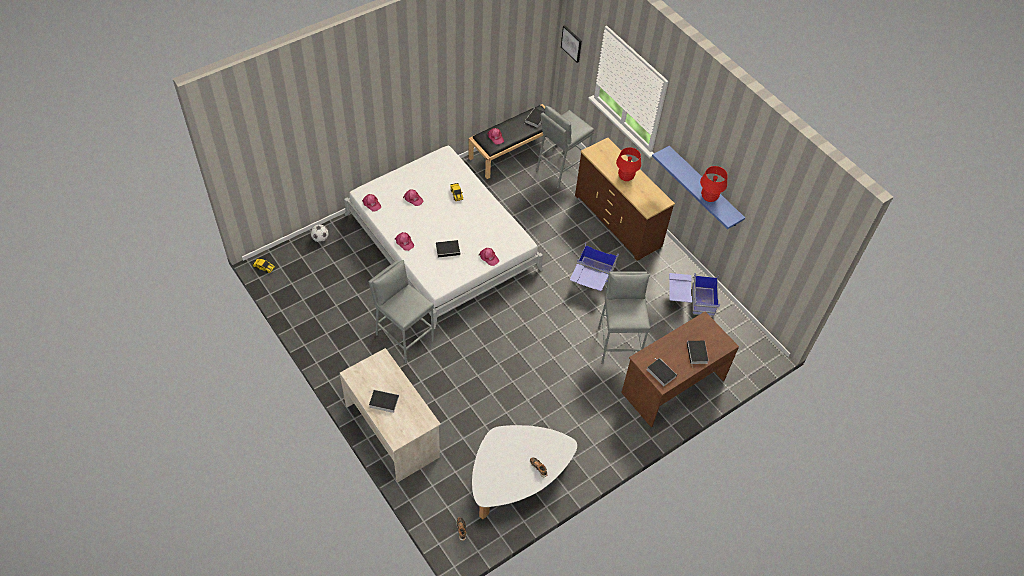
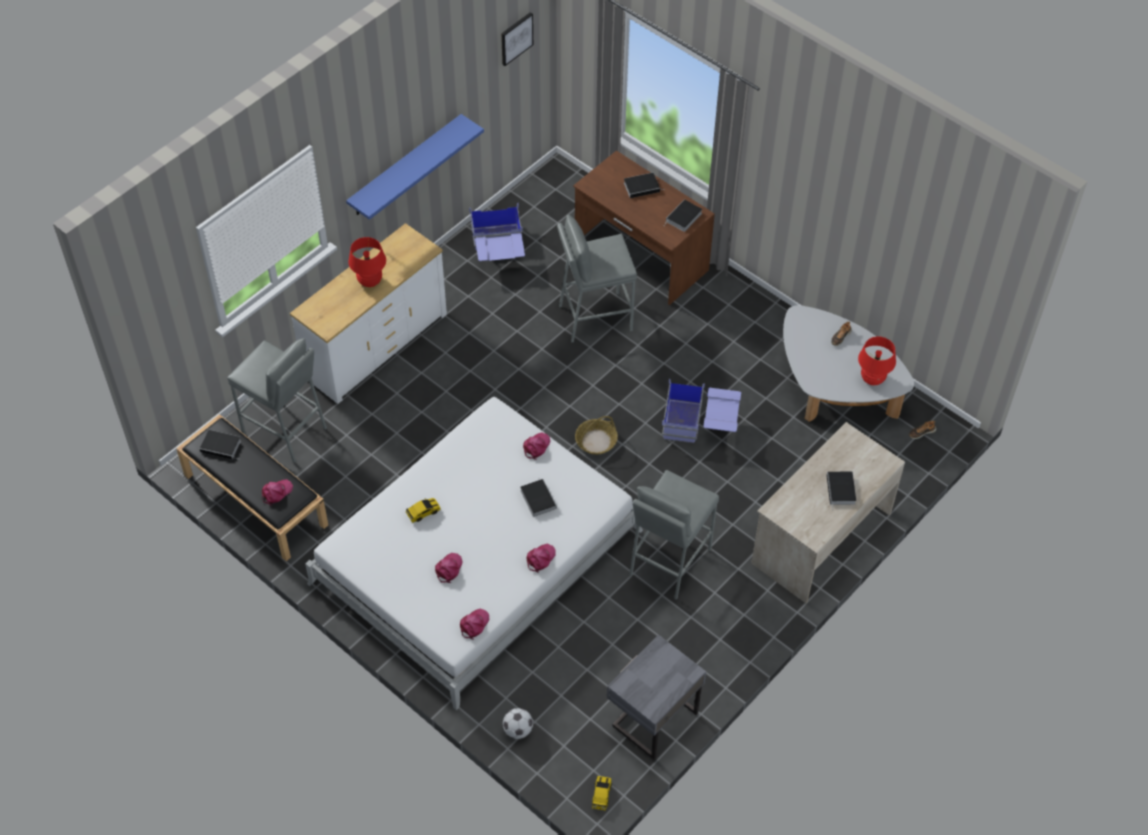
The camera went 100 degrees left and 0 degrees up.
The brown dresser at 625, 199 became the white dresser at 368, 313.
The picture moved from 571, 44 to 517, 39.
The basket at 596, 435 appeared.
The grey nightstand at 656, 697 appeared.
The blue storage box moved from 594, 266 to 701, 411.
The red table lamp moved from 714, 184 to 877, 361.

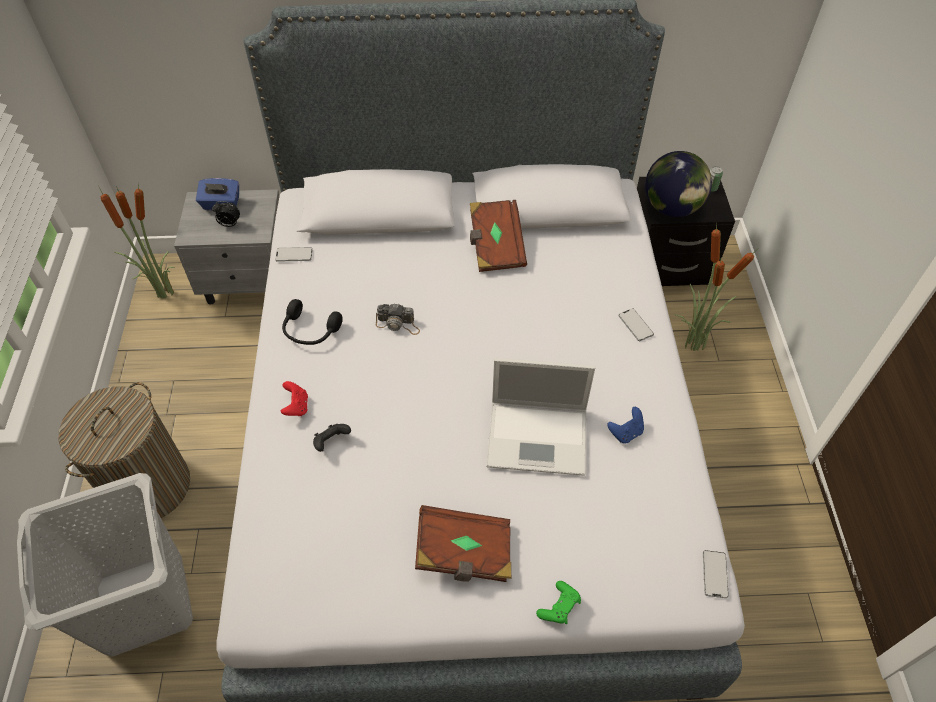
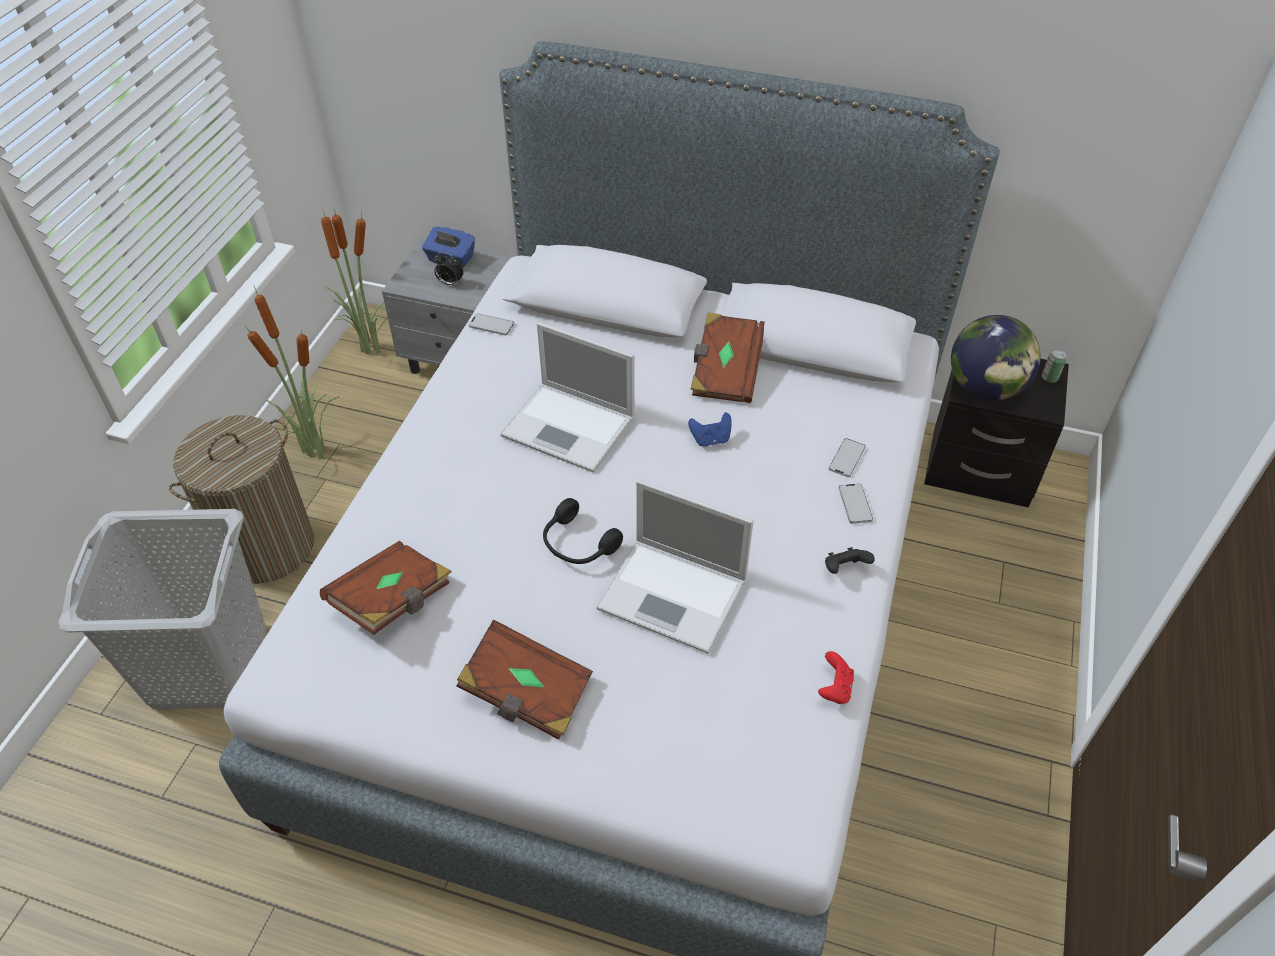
The camera went 20 degrees right and 5 degrees down.
The potted plant moved from 715, 286 to 291, 371.
The brown book at 386, 588 appeared.
The photo camera at 398, 319 was replaced by the laptop at 567, 397.
The black headphones moved from 312, 322 to 583, 531.
The blue game controller moved from 625, 425 to 710, 429.
The red game controller moved from 294, 398 to 836, 677.
The black game controller moved from 332, 438 to 850, 560.
The phone moved from 716, 574 to 847, 457.
The green game controller at 558, 602 disappeared.

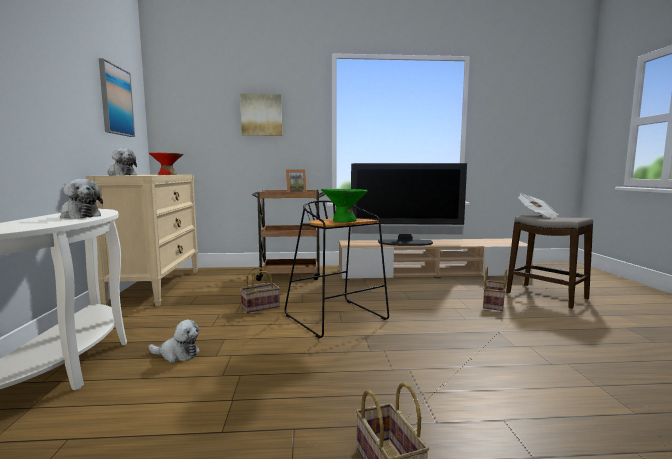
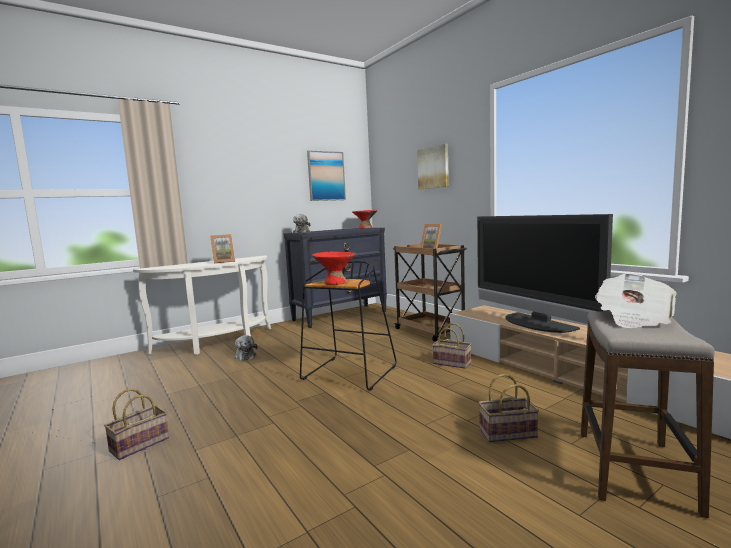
The camera went 60 degrees right and 0 degrees up.
The plush toy at 81, 199 was replaced by the picture frame at 222, 248.
The beige dresser at 142, 240 became the black dresser at 335, 278.
The green bowl at 344, 205 became the red bowl at 334, 268.
The basket moved from 260, 290 to 452, 346.

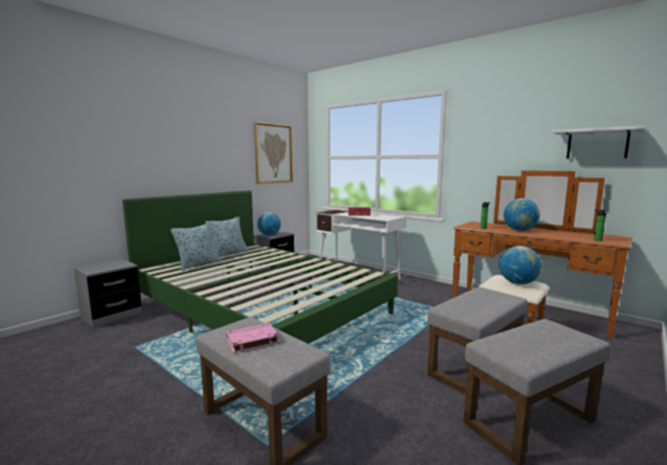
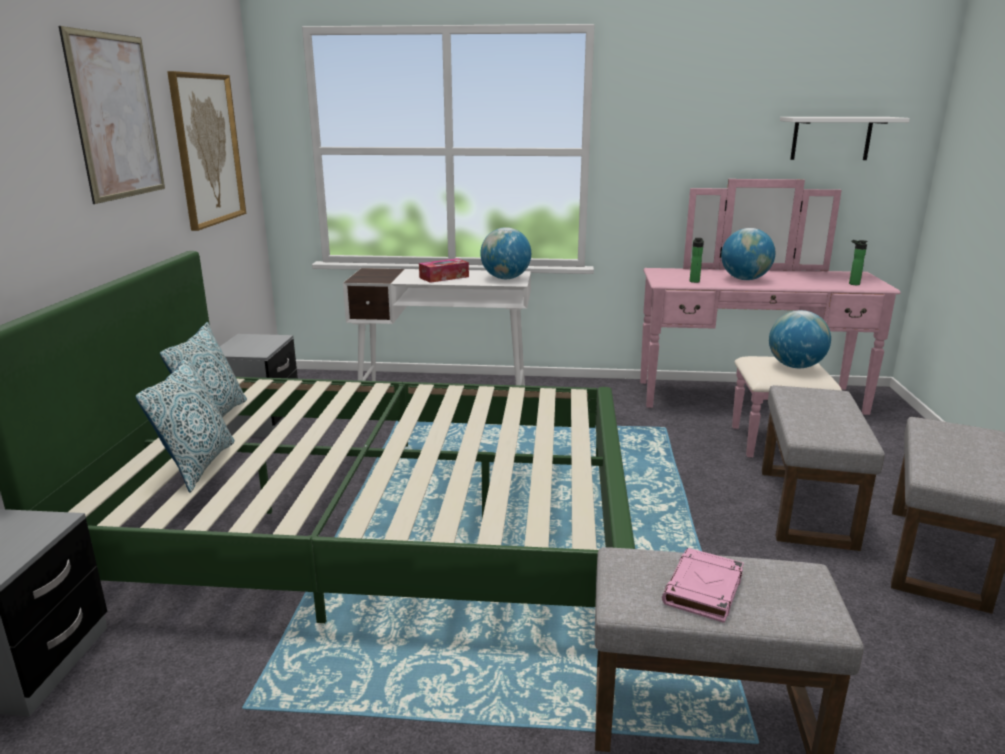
The camera went 35 degrees left and 10 degrees up.
The picture at 112, 115 appeared.
The globe moved from 269, 224 to 505, 253.
The brown dresser at 542, 254 became the pink dresser at 770, 318.

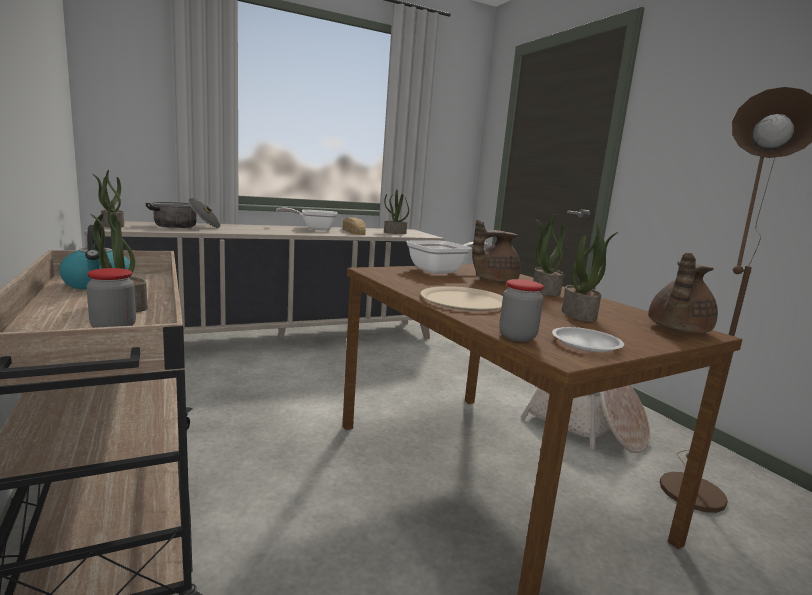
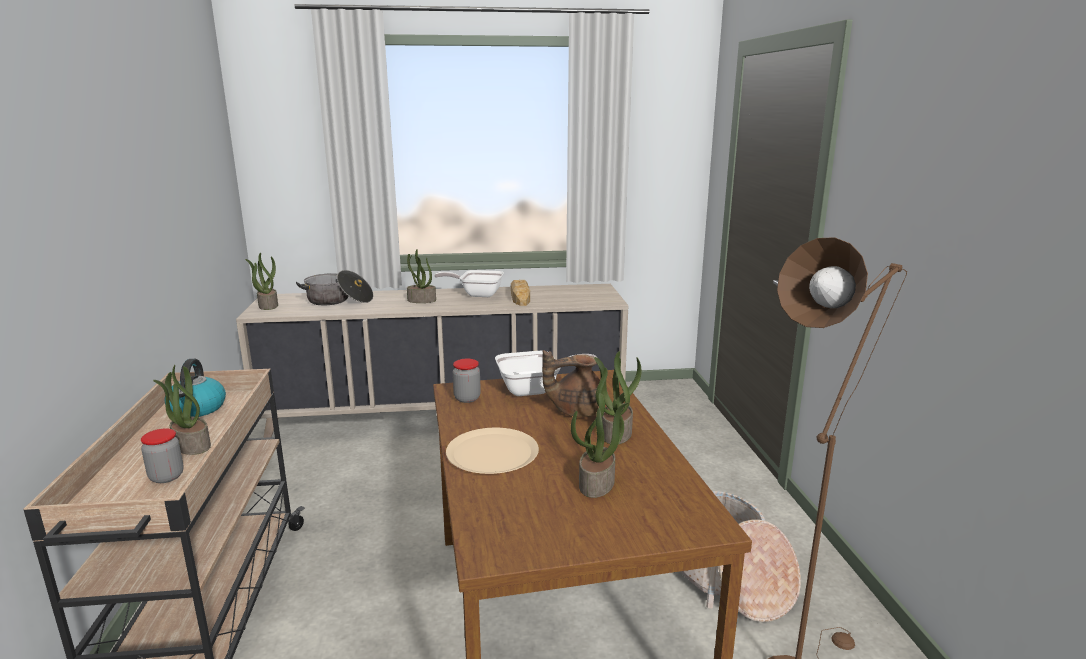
The camera went 20 degrees right and 5 degrees up.
The potted plant moved from 396, 211 to 421, 276.
The jar moved from 521, 310 to 467, 381.
The white plate at 588, 339 disappeared.
The brown teapot at 683, 293 disappeared.

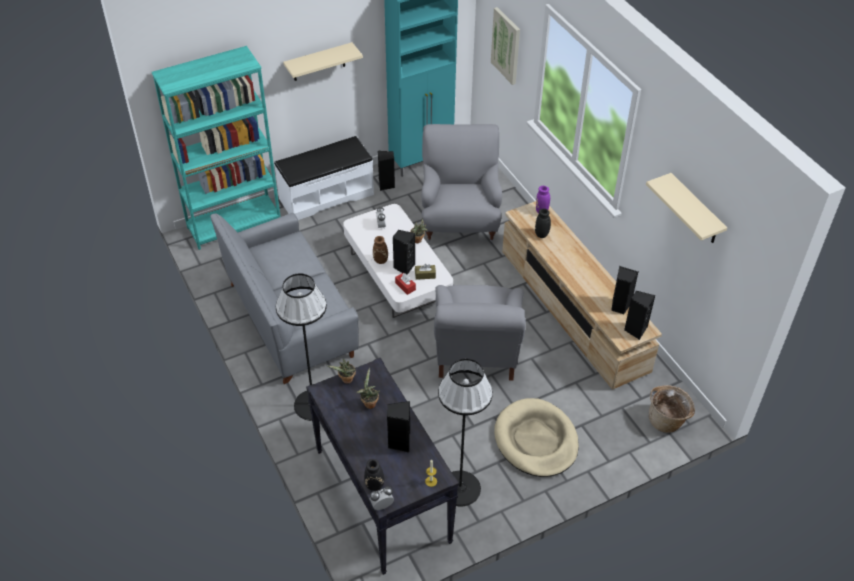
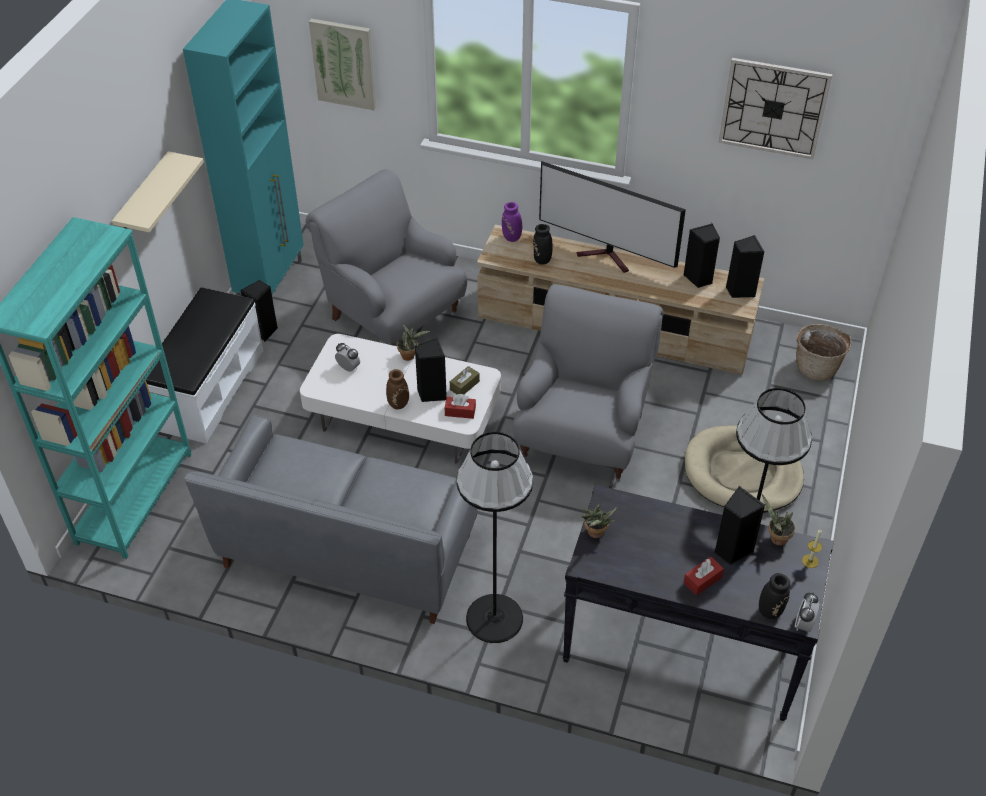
The camera went 45 degrees left and 0 degrees up.
The grey armchair at 480, 333 turned 120 degrees counterclockwise.
The television at 612, 217 appeared.
The red tissue box at 704, 575 appeared.
The beige shelf at 686, 208 was replaced by the wall clock at 775, 108.
The potted plant moved from 368, 388 to 778, 520.

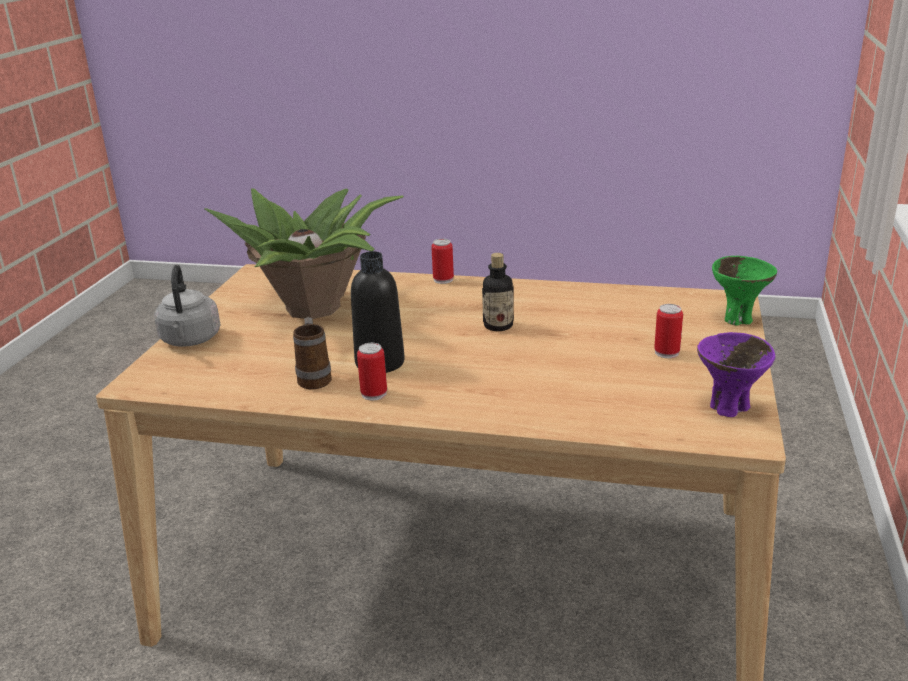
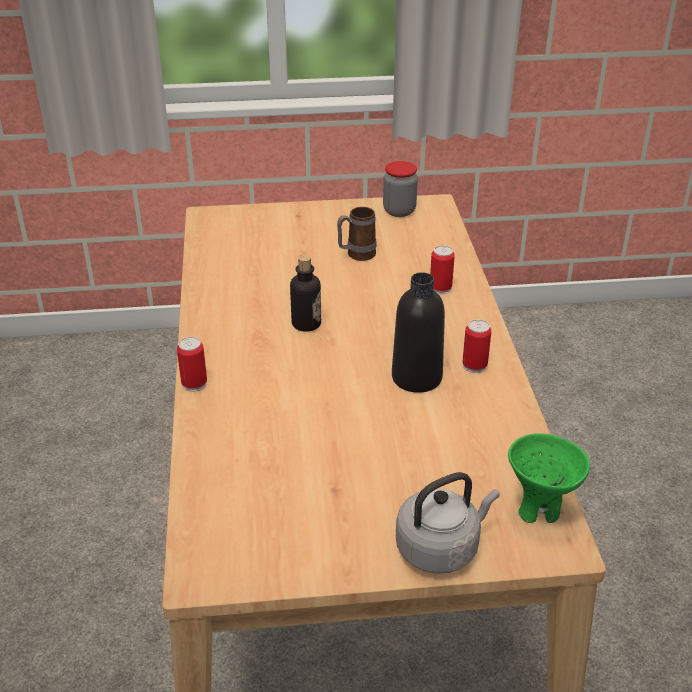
The camera went 110 degrees left and 10 degrees up.
The mug moved from 312, 353 to 356, 234.
The purple bowl at 736, 374 was replaced by the jar at 400, 189.
The can moved from 668, 331 to 442, 270.
The green bowl moved from 744, 291 to 549, 478.
The potted plant at 304, 253 disappeared.

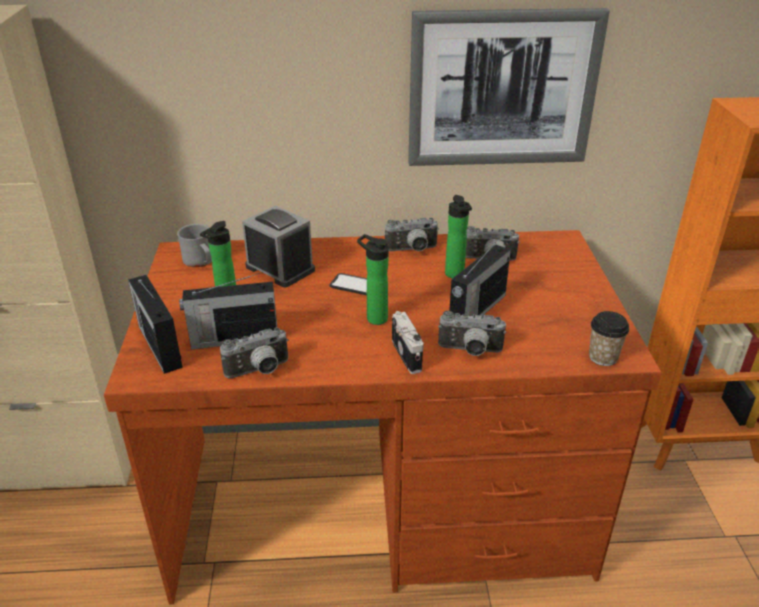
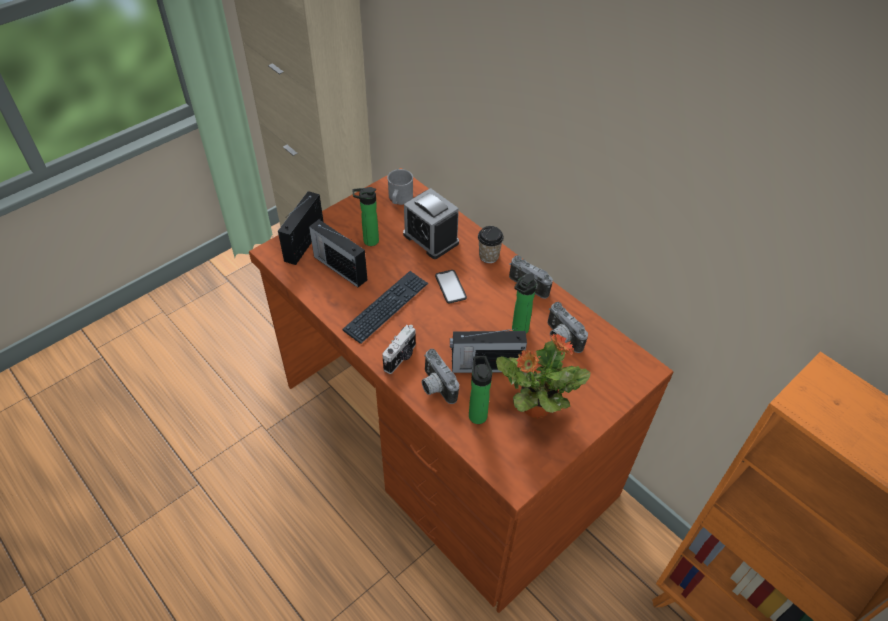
The camera went 50 degrees right and 15 degrees up.
The keyboard at 385, 307 appeared.
The alarm clock at 278, 246 turned 135 degrees clockwise.
The bottle moved from 373, 279 to 480, 390.
The cup moved from 609, 338 to 491, 244.
The potted plant at 543, 376 appeared.
The photo camera at 254, 352 disappeared.
The picture at 509, 87 disappeared.

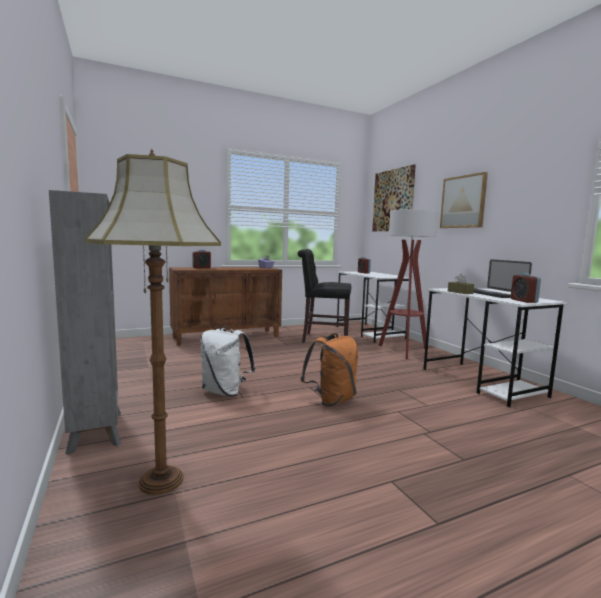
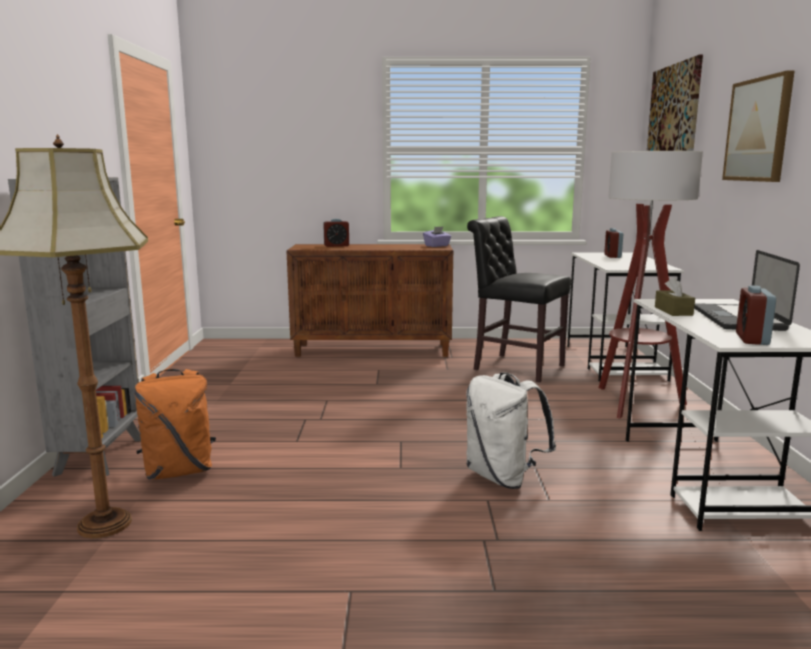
The camera went 25 degrees right and 5 degrees up.
The orange backpack moved from 329, 370 to 175, 424.
The white backpack moved from 228, 362 to 511, 430.

